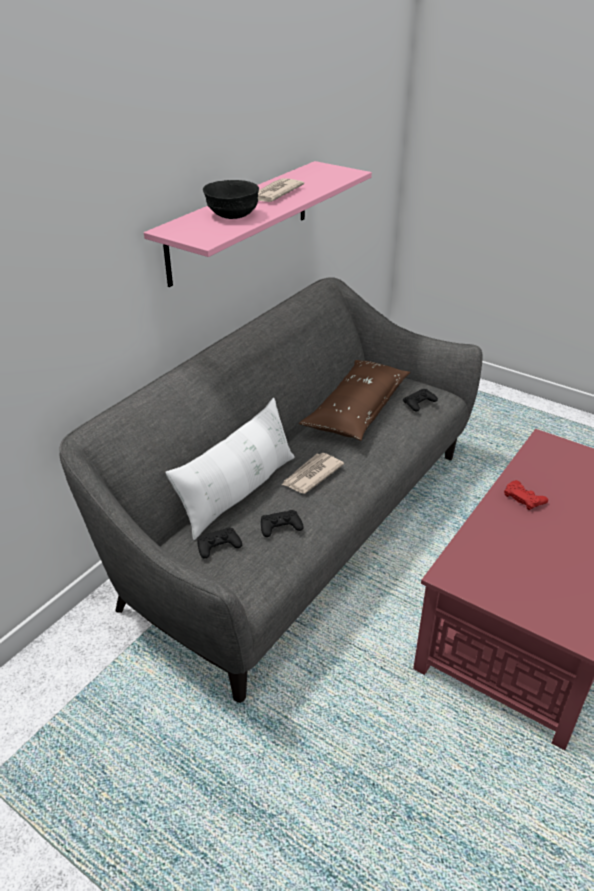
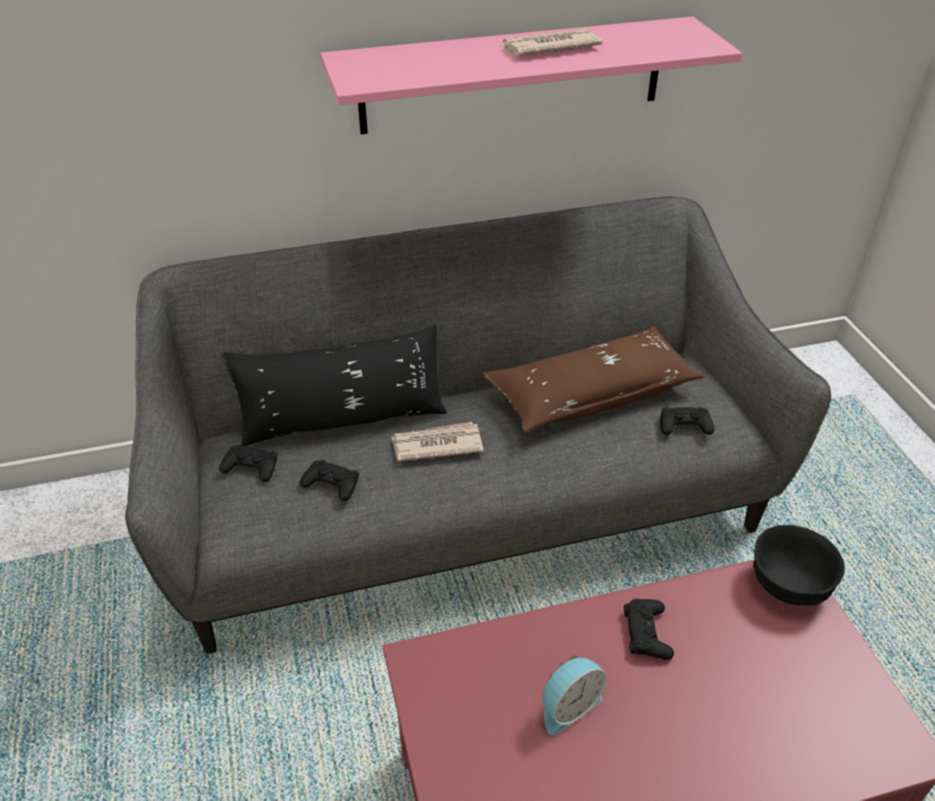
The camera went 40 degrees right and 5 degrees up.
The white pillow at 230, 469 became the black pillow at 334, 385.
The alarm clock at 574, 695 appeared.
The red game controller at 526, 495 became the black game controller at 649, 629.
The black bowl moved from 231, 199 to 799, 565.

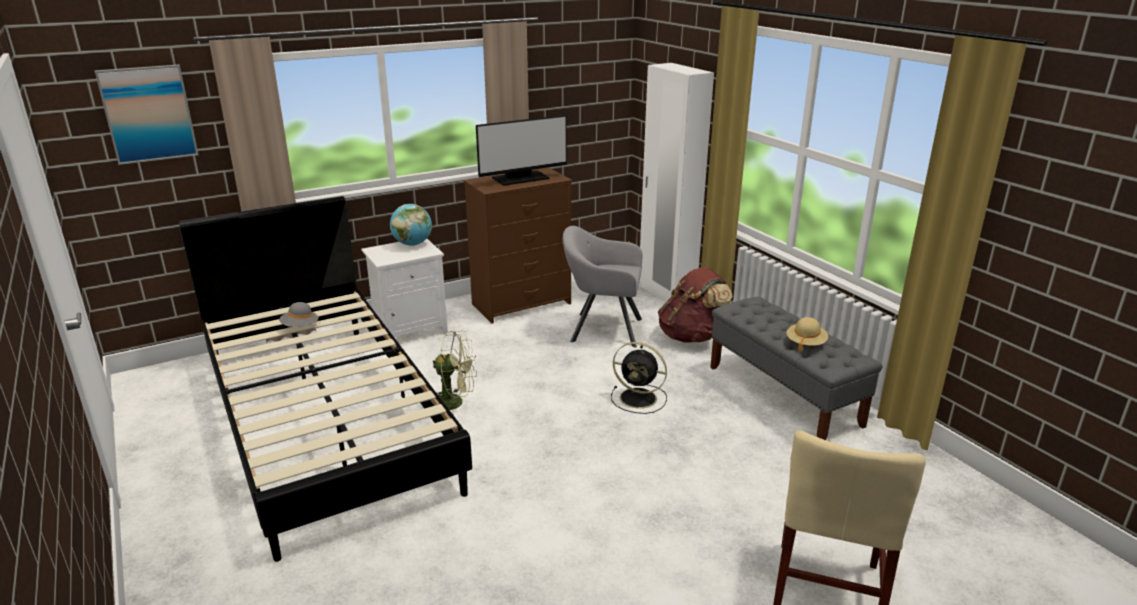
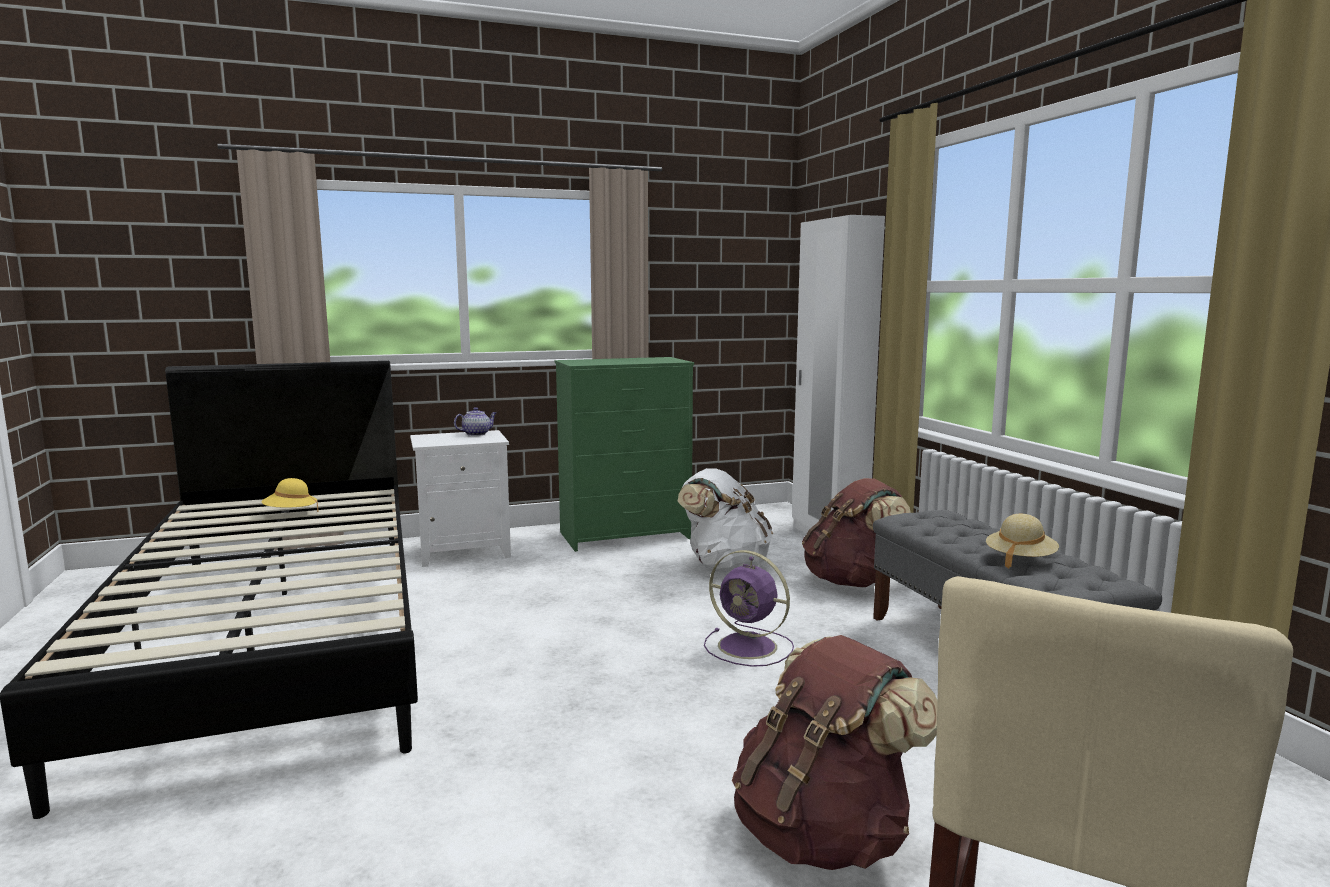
The camera went 10 degrees right and 15 degrees down.
The grey hat at 299, 314 became the yellow hat at 290, 495.
The globe at 411, 225 was replaced by the teapot at 475, 421.
The brown dresser at 518, 245 became the green dresser at 624, 454.
The grey armchair at 603, 287 was replaced by the white backpack at 725, 520.
The black fan at 639, 378 became the purple fan at 749, 608.
The brown backpack at 835, 752 appeared.
The picture at 147, 114 disappeared.
The green fan at 455, 370 disappeared.
The monitor at 521, 150 disappeared.

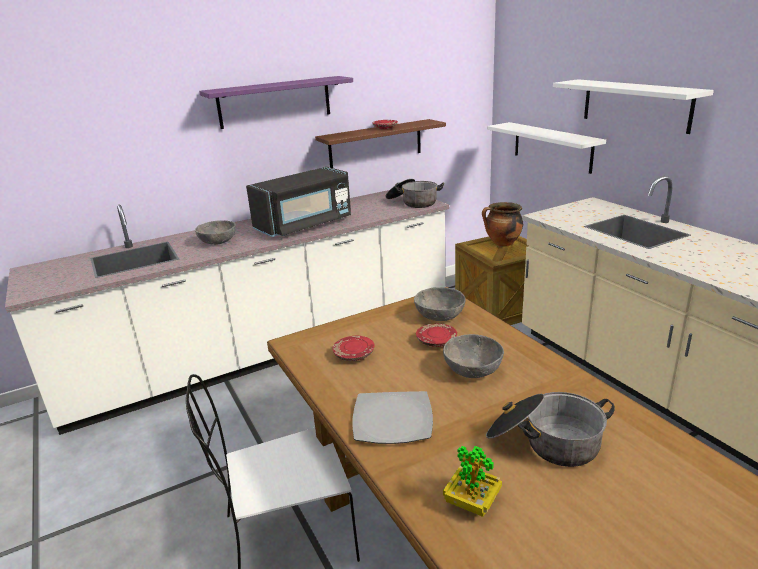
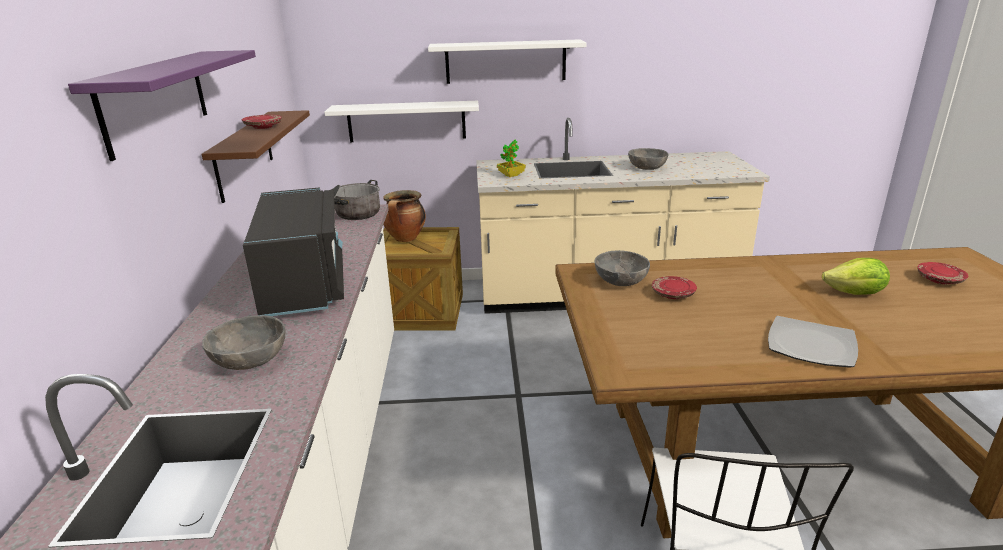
The camera went 65 degrees left and 0 degrees up.
The potted plant moved from 472, 481 to 511, 158.
The grey bowl moved from 473, 356 to 648, 159.
The cooking pot at 550, 429 was replaced by the lettuce at 856, 276.
The red plate moved from 353, 348 to 942, 273.

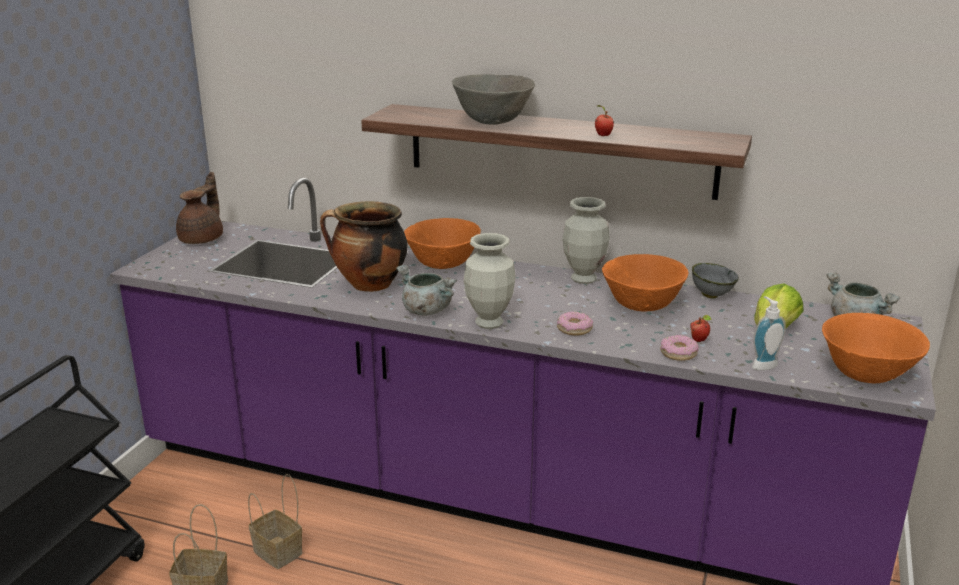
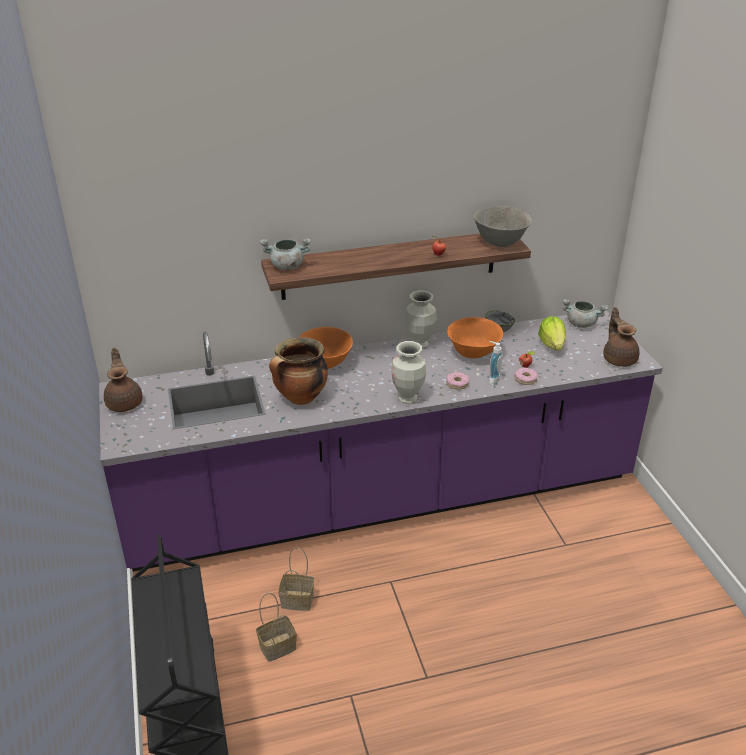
The camera went 35 degrees left and 10 degrees up.
The grey cooking pot moved from 426, 290 to 285, 254.
The grey bowl moved from 493, 99 to 502, 226.
The soap dispenser moved from 769, 333 to 496, 362.
The orange bowl at 876, 348 was replaced by the brown teapot at 621, 337.

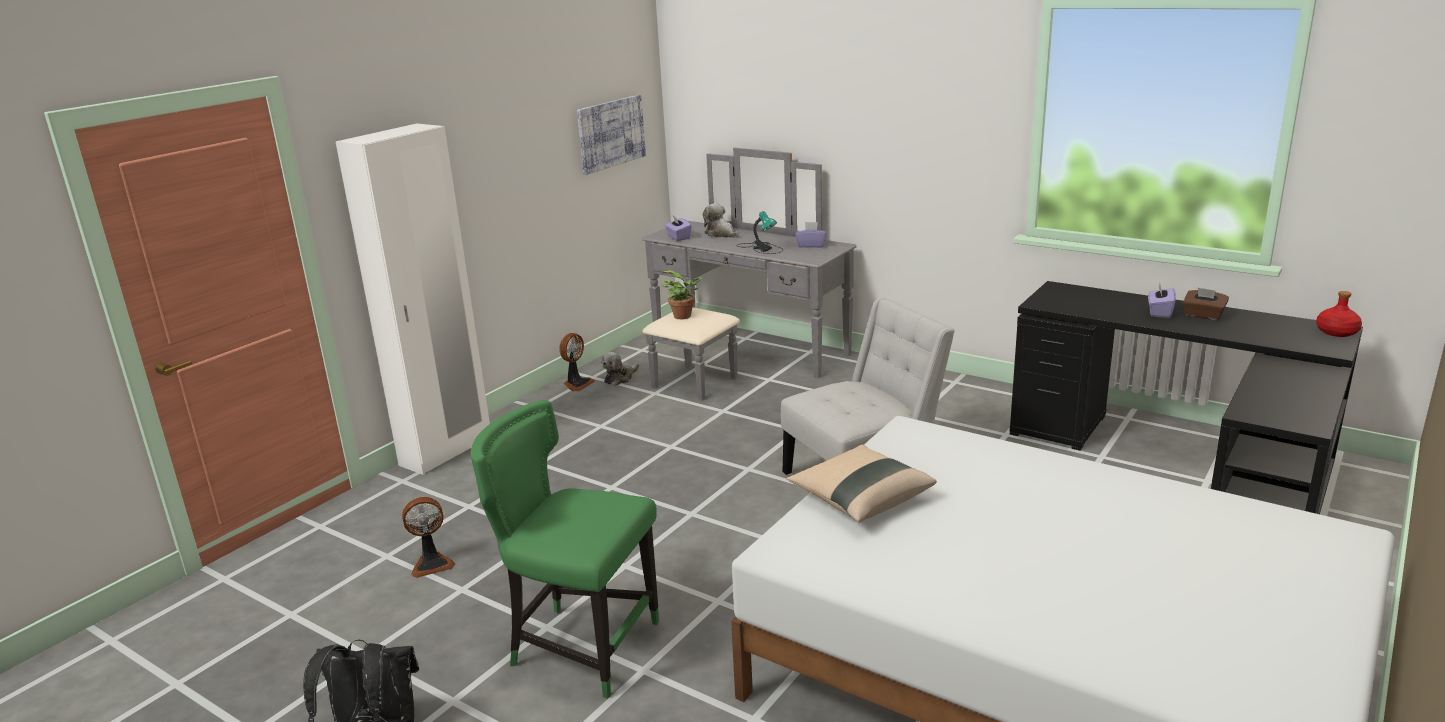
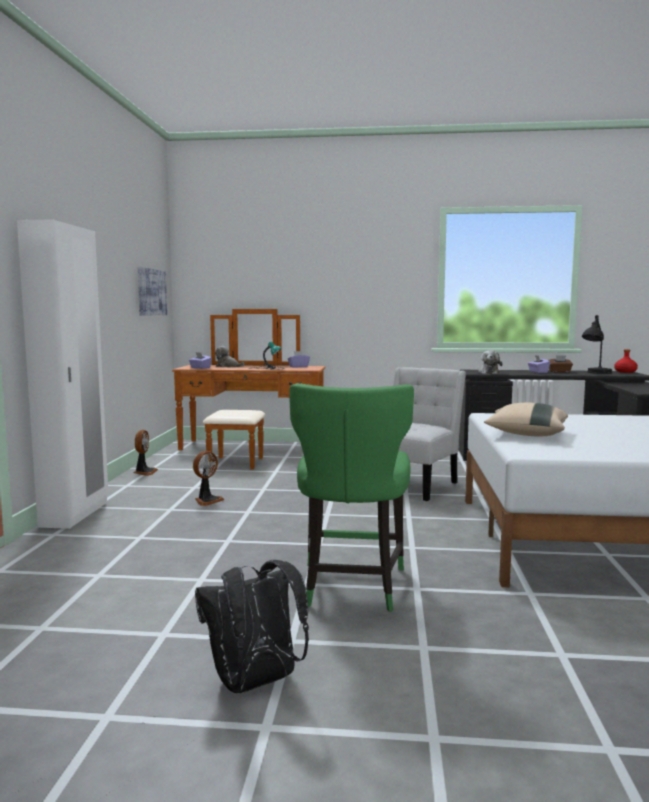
The camera went 30 degrees left and 15 degrees down.
The grey dresser at 749, 274 became the brown dresser at 249, 389.
The fan moved from 428, 537 to 208, 478.
The green chair at 564, 549 turned 75 degrees counterclockwise.
The plush toy moved from 620, 369 to 490, 362.
The black table lamp at 597, 344 appeared.
The potted plant at 682, 294 disappeared.

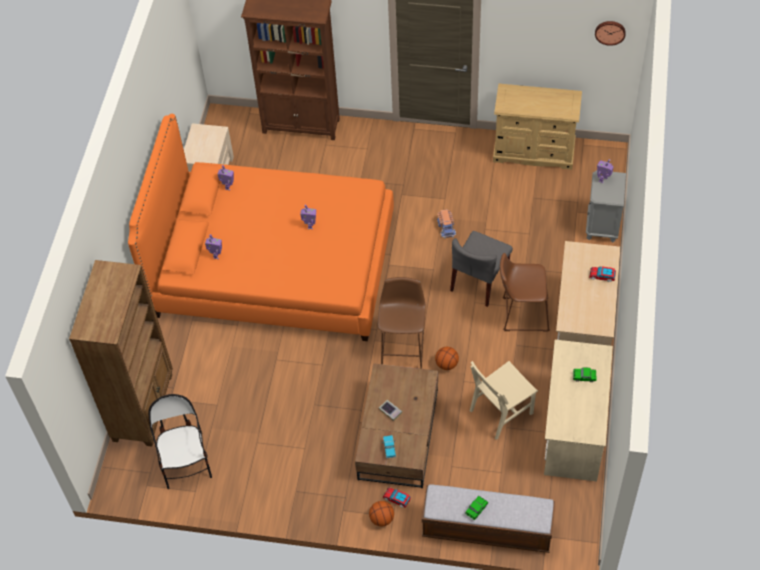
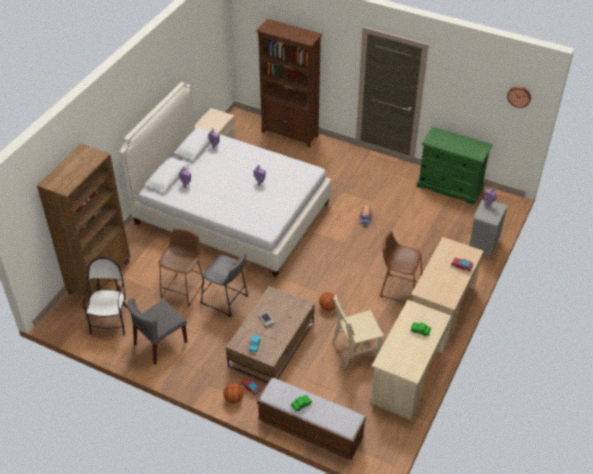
The camera went 15 degrees right and 10 degrees down.
The orange bed at 261, 227 became the white bed at 225, 179.
The grey chair moved from 481, 269 to 157, 331.
The brown stool moved from 402, 323 to 181, 267.
The grey stool at 224, 285 appeared.
The beige dresser at 537, 127 became the green dresser at 455, 165.

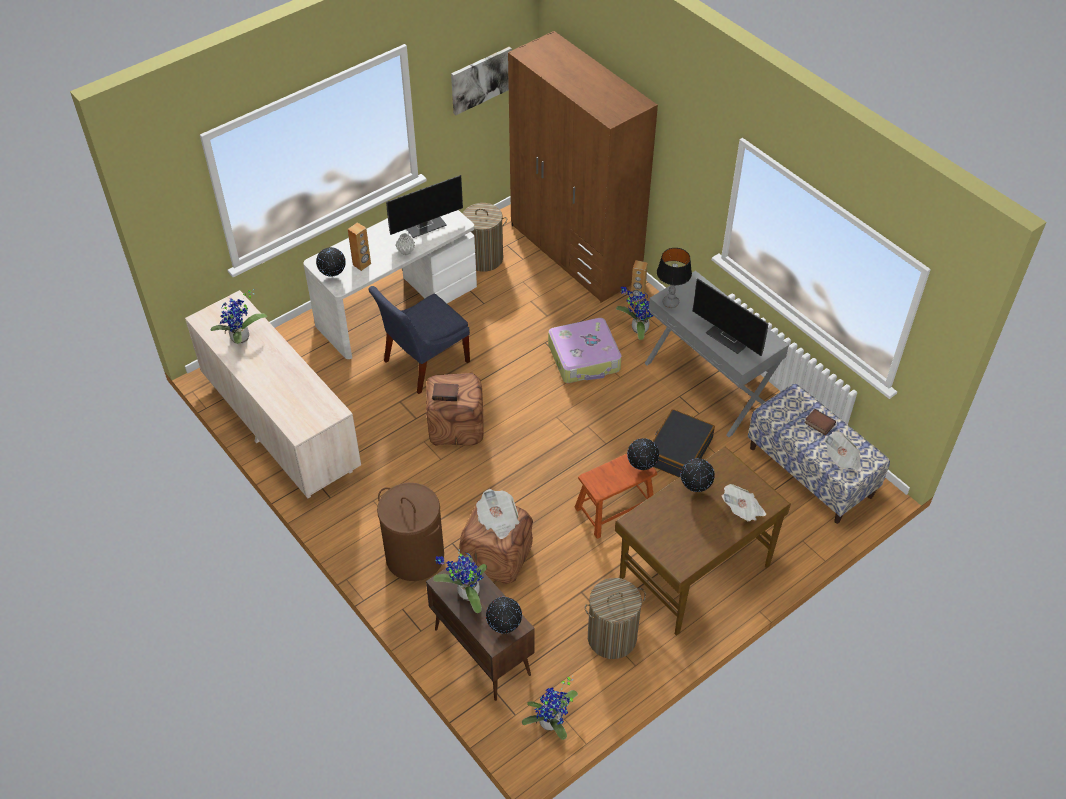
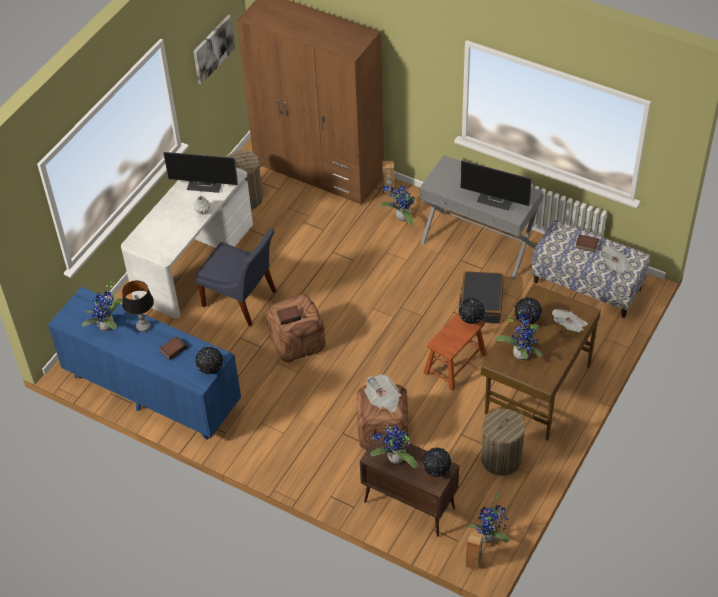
The camera went 20 degrees left and 0 degrees up.
The beige dresser at 273, 394 became the blue dresser at 144, 363.
The table lamp moved from 674, 278 to 138, 306.
The book at 173, 348 appeared.
The monitor at 424, 206 turned 60 degrees clockwise.
The globe moved from 331, 262 to 209, 360.
The blue chair at 419, 340 turned 90 degrees counterclockwise.
The brown speaker moved from 359, 247 to 474, 550.
The potted plant at 519, 333 appeared.
The brown laundry basket at 410, 532 disappeared.
The suitcase at 585, 350 disappeared.

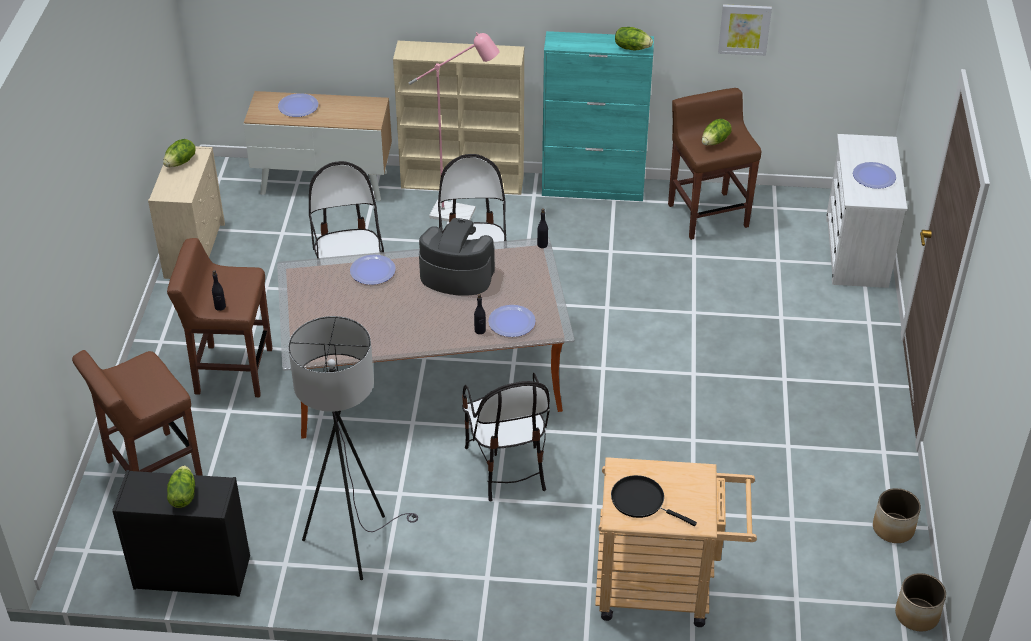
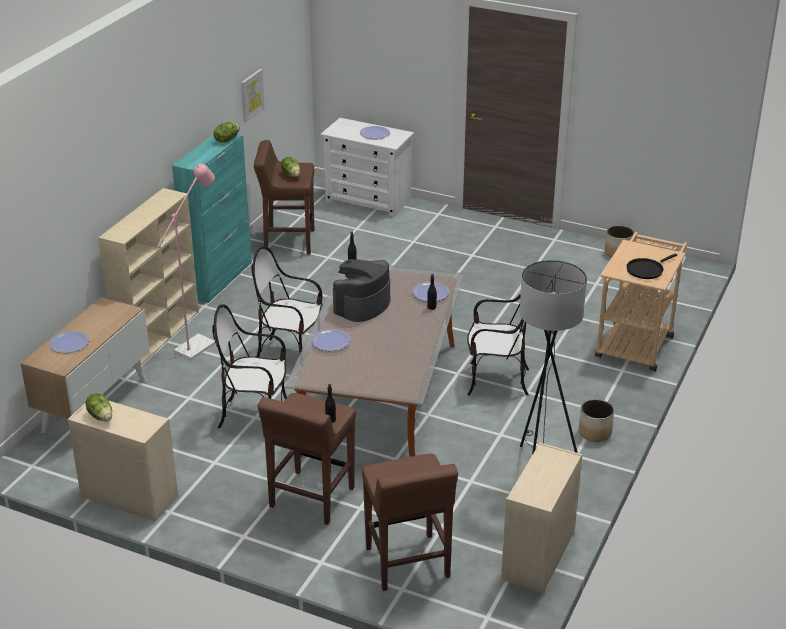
The camera went 70 degrees left and 10 degrees down.
The black dresser at 181, 533 became the beige dresser at 541, 517.
The planter moved from 920, 602 to 596, 420.
The lettuce at 181, 487 disappeared.

